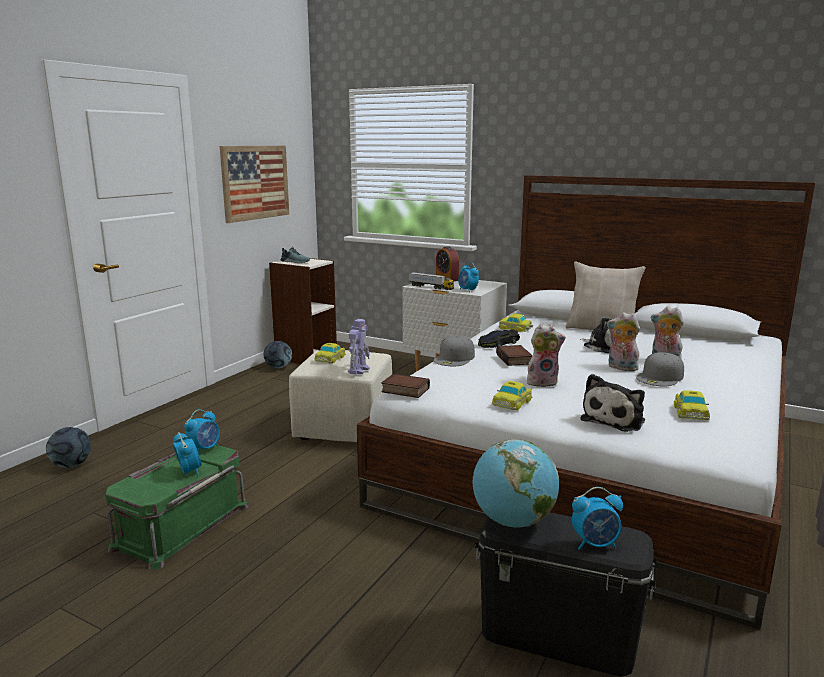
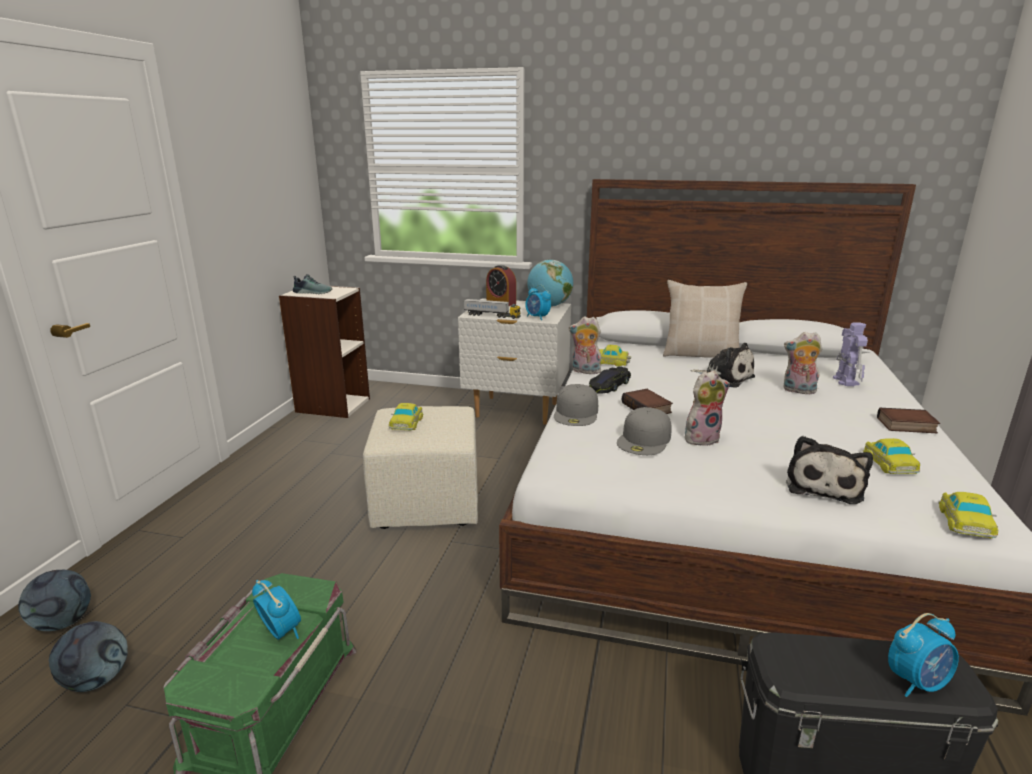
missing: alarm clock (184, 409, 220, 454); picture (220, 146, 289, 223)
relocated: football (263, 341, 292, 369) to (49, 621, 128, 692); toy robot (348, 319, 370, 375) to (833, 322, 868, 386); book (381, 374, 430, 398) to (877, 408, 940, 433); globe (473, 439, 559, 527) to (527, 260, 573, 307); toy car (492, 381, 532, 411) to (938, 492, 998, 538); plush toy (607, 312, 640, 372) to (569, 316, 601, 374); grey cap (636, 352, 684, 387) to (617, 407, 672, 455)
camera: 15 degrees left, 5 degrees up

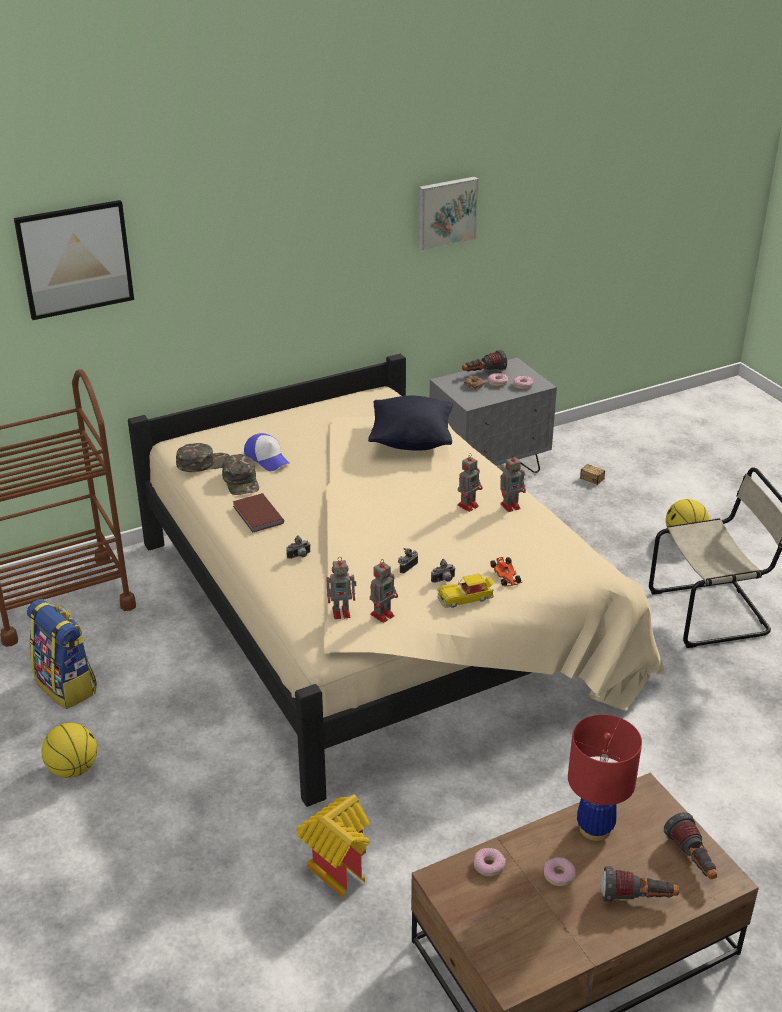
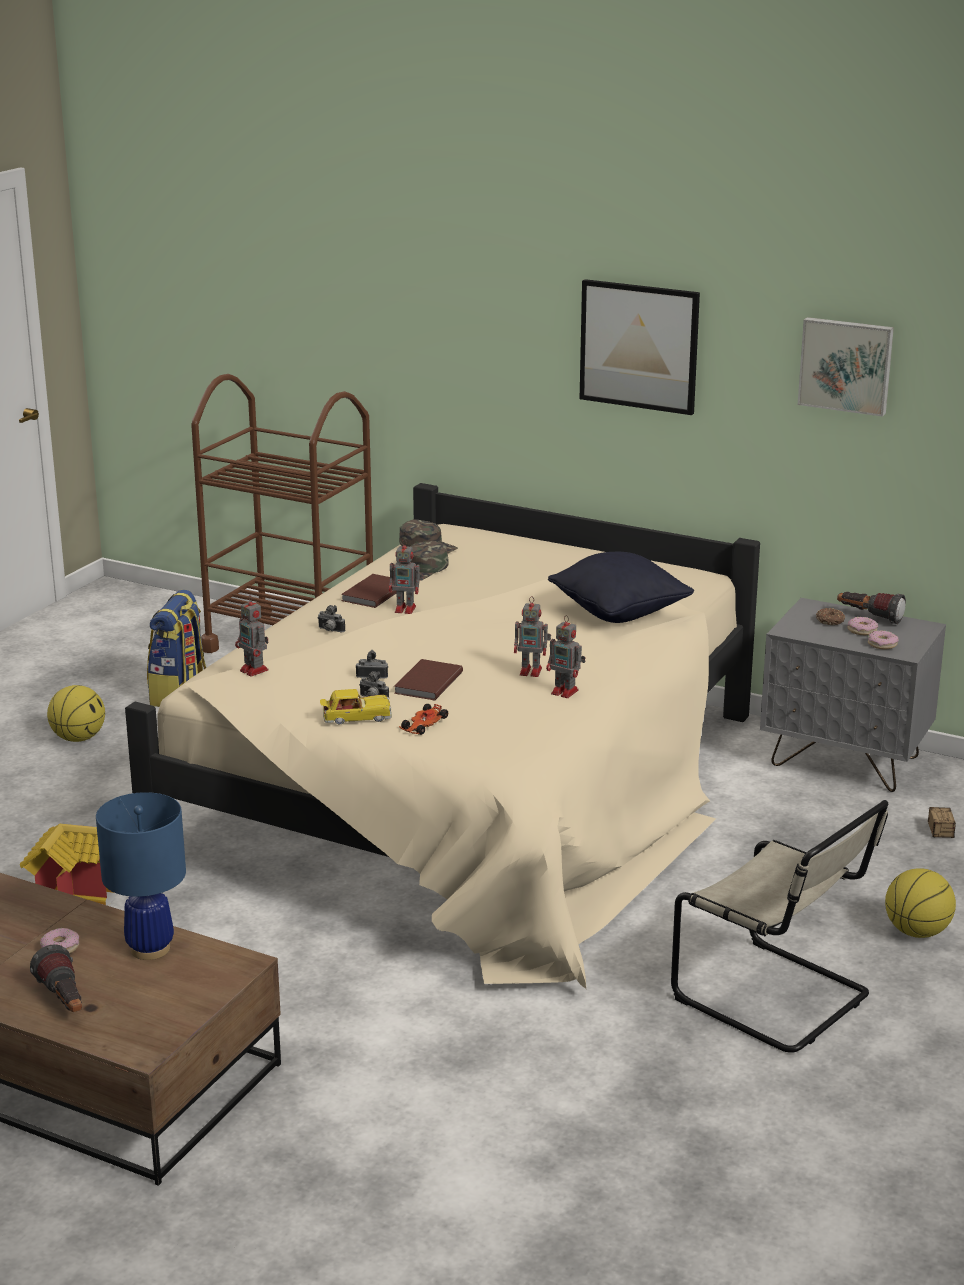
missing: cap (244, 433, 290, 471); donut (474, 848, 506, 877); flashlight (664, 812, 717, 879)
appeared: brown book (394, 659, 463, 701)
relocated: picture (14, 200, 134, 320) to (580, 279, 700, 415); toy robot (370, 559, 398, 623) to (389, 539, 423, 614)
colour: red table lamp (568, 714, 642, 841) to blue table lamp (96, 792, 186, 960)
spun: toy car (437, 574, 494, 608) = (320, 689, 392, 725) 135 degrees clockwise
camera: 55 degrees right, 10 degrees down

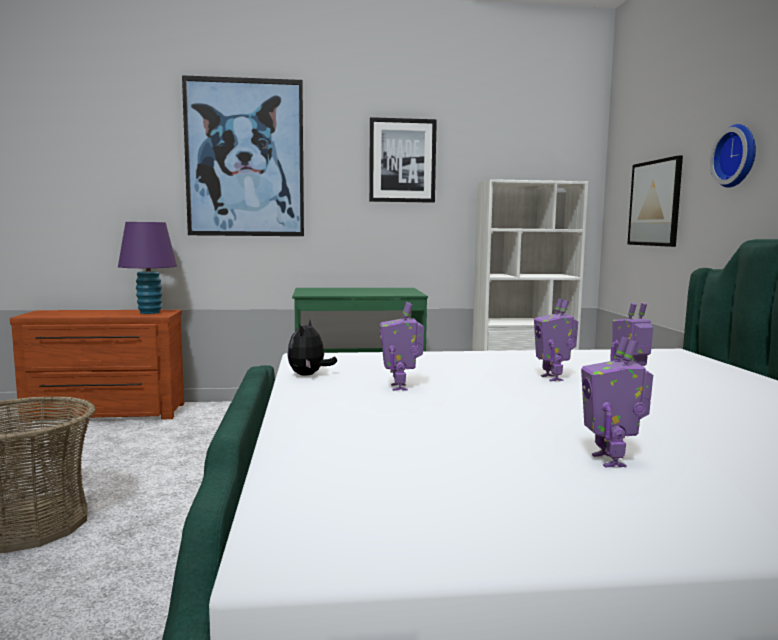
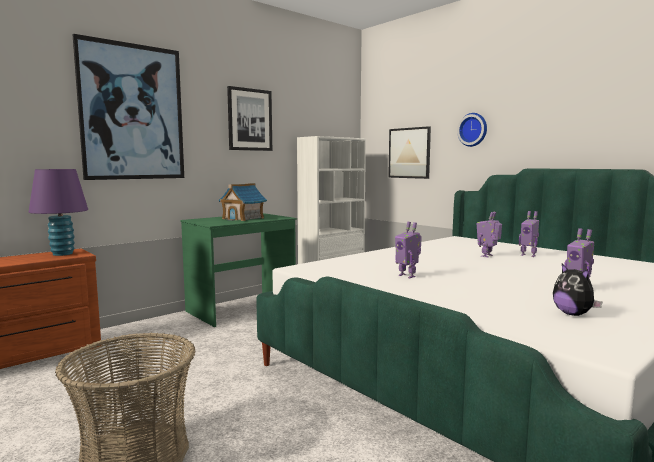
appeared: toy house (219, 183, 267, 221)
relocated: plush toy (287, 320, 337, 376) to (553, 264, 602, 316); toy robot (534, 298, 578, 381) to (519, 211, 539, 257)
camera: 35 degrees left, 0 degrees up

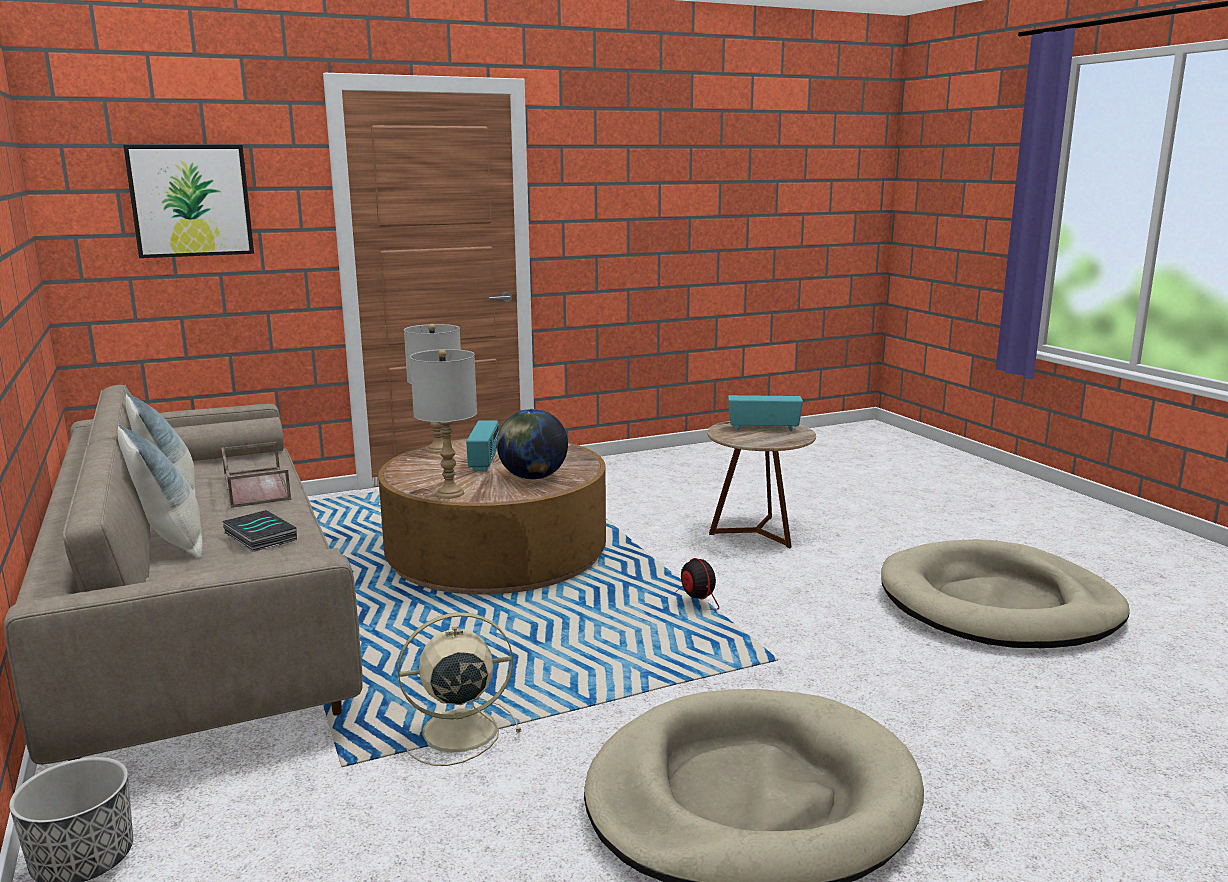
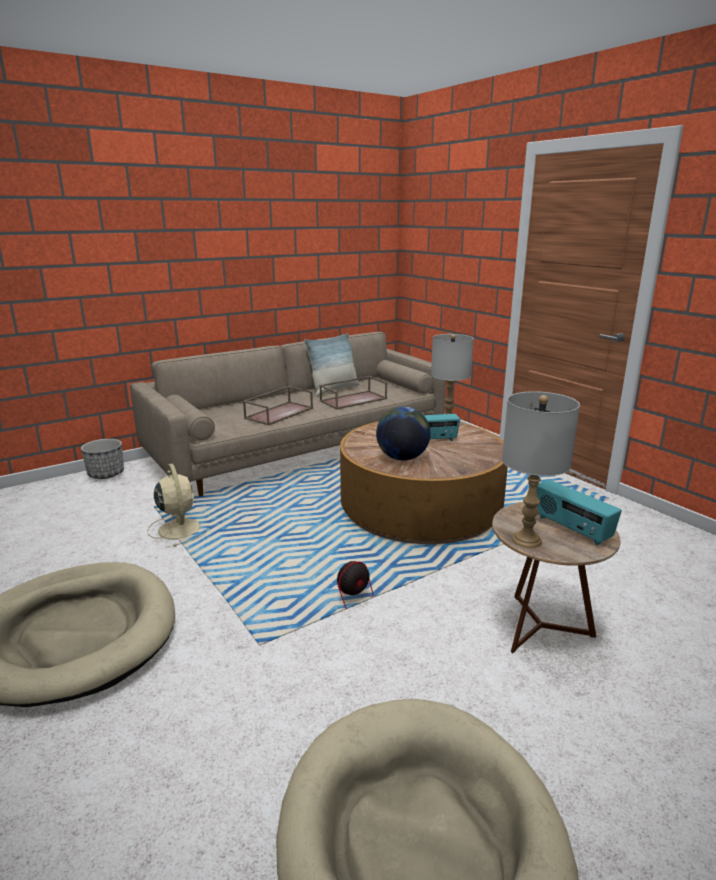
missing: pillow (118, 424, 203, 559); picture (123, 145, 254, 258)
relocated: grey table lamp (410, 349, 477, 498) to (502, 391, 580, 548)
exchanged: book (223, 510, 297, 552) to brown tray (243, 386, 313, 425)
spun: radio (728, 395, 803, 431) = (536, 480, 622, 546) 150 degrees clockwise
camera: 80 degrees right, 5 degrees up

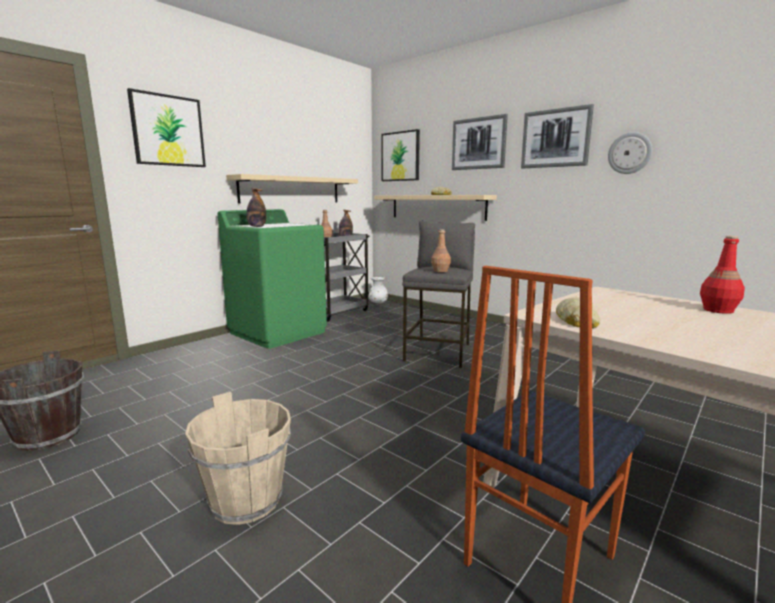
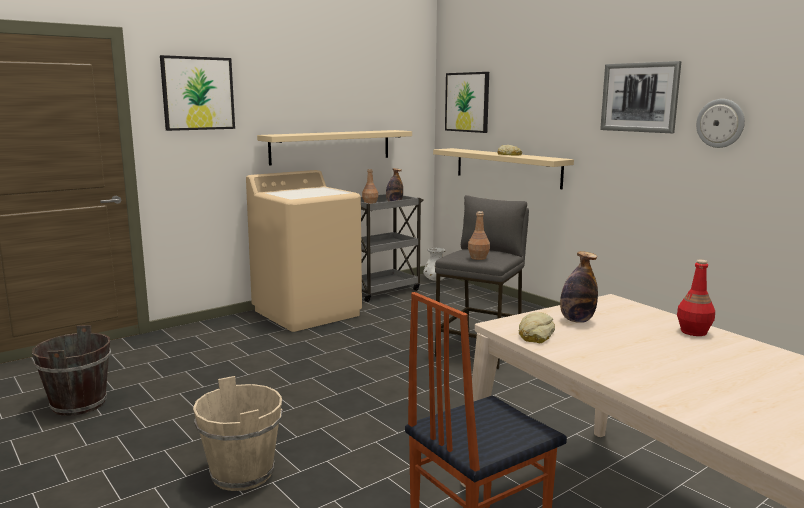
missing: picture (452, 114, 508, 170)
relocated: bottle (246, 188, 266, 227) to (560, 251, 598, 323)
colour: green washing machine (218, 209, 327, 349) to beige washing machine (246, 170, 362, 332)
camera: 10 degrees right, 0 degrees up

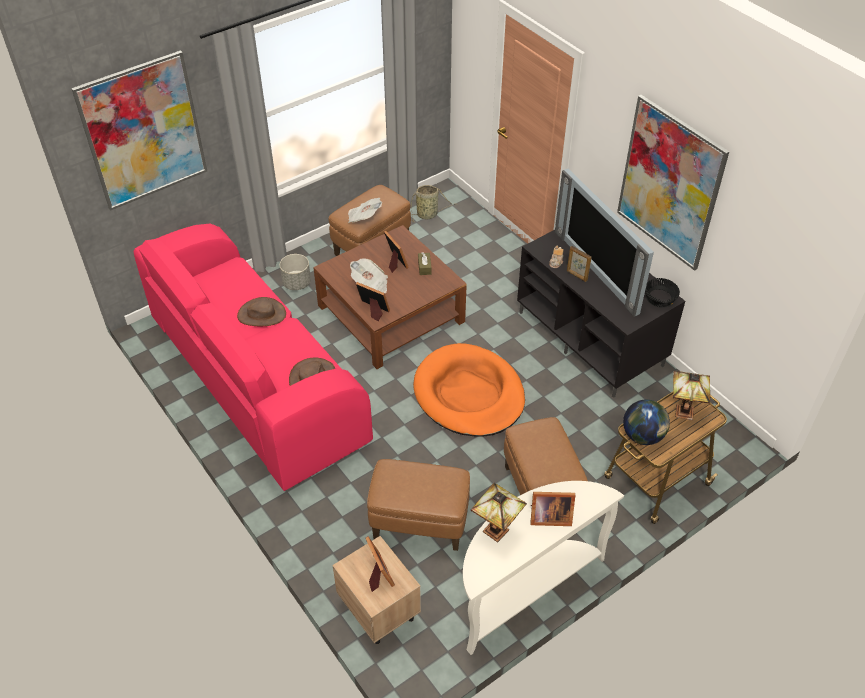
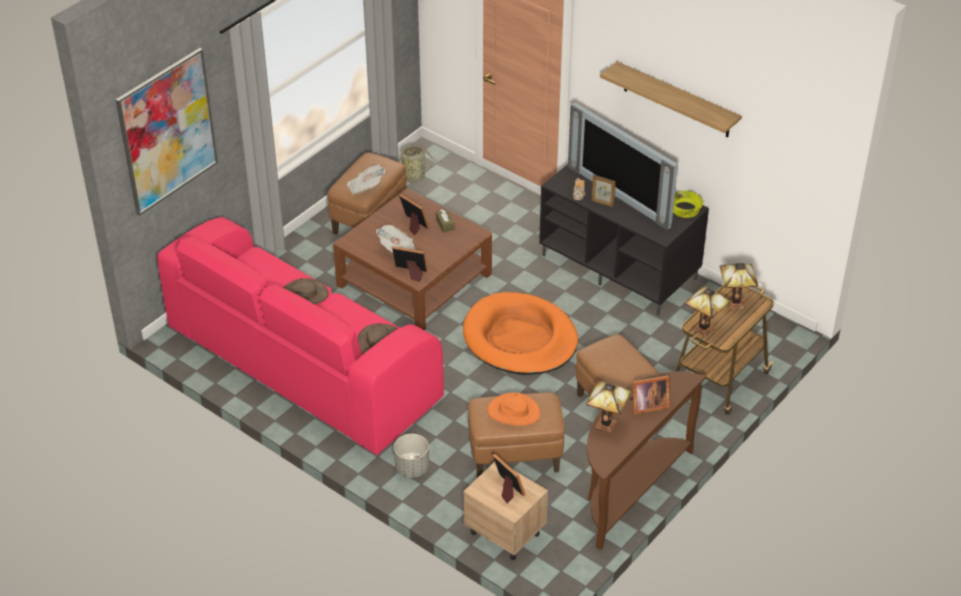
appeared: orange hat (487, 392, 540, 426)
relocated: grey planter (280, 254, 311, 290) to (394, 434, 429, 478)
exchanged: picture (617, 95, 729, 271) to shelf (600, 61, 742, 137); globe (623, 399, 670, 445) to table lamp (685, 286, 731, 337)
colour: white console table (463, 481, 624, 655) to brown console table (587, 371, 706, 550); black bowl (645, 278, 680, 308) to yellow bowl (673, 191, 703, 218)
camera: 15 degrees left, 5 degrees down

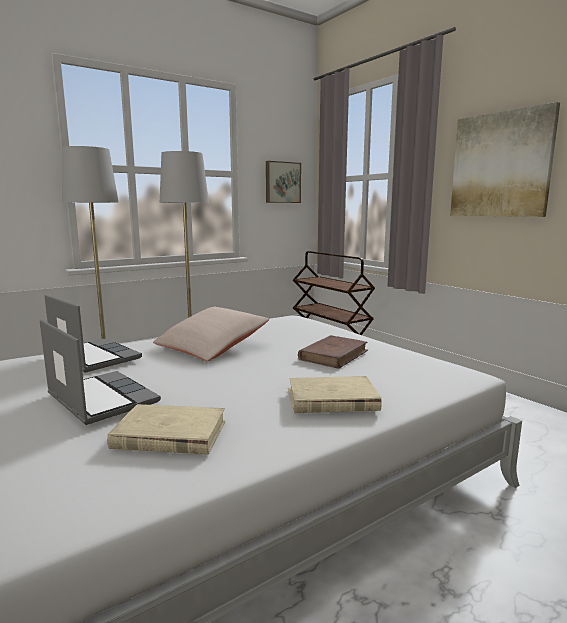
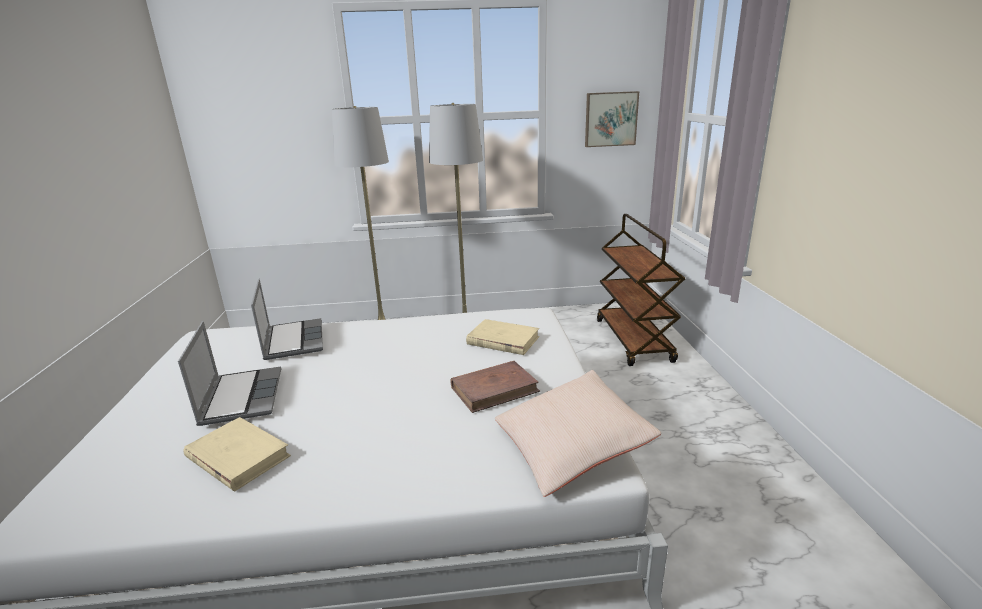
missing: picture (450, 102, 560, 217)
relocated: beige pillow (153, 307, 269, 361) to (495, 370, 661, 497); beige book (288, 376, 382, 413) to (466, 319, 539, 355)
camera: 30 degrees right, 10 degrees up

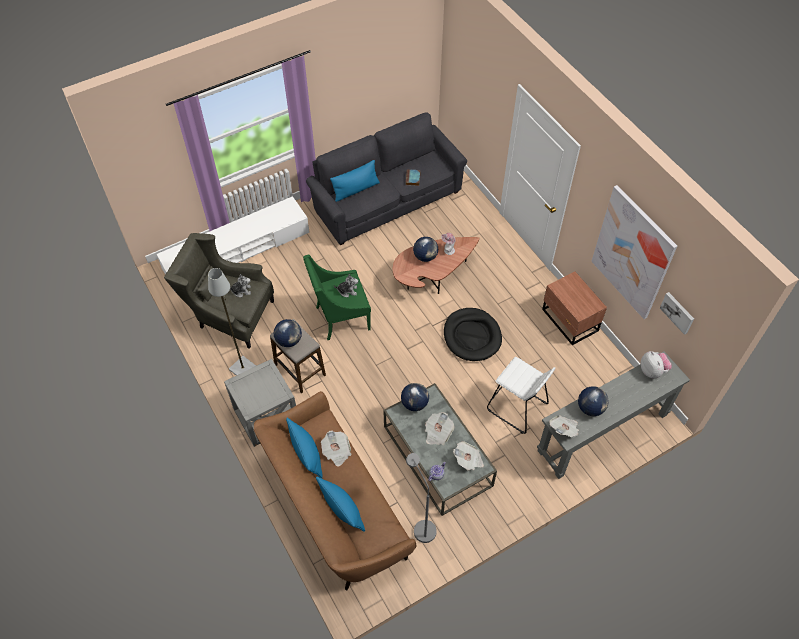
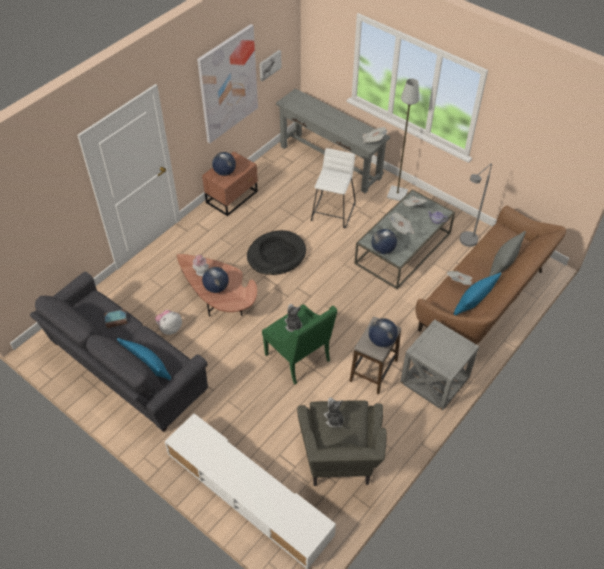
relocated: grey floor lamp (208, 268, 256, 376) to (387, 79, 419, 201); globe (578, 386, 609, 416) to (212, 152, 236, 176); plush toy (641, 351, 672, 379) to (155, 310, 182, 335)
colour: blue pillow (316, 477, 365, 532) to grey pillow (489, 231, 526, 277)
camera: 110 degrees left, 5 degrees down

